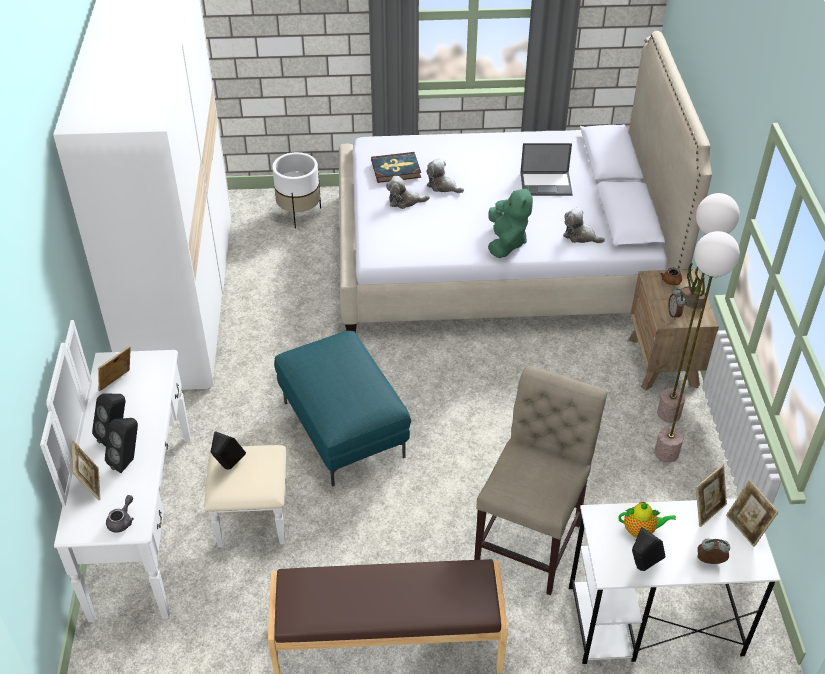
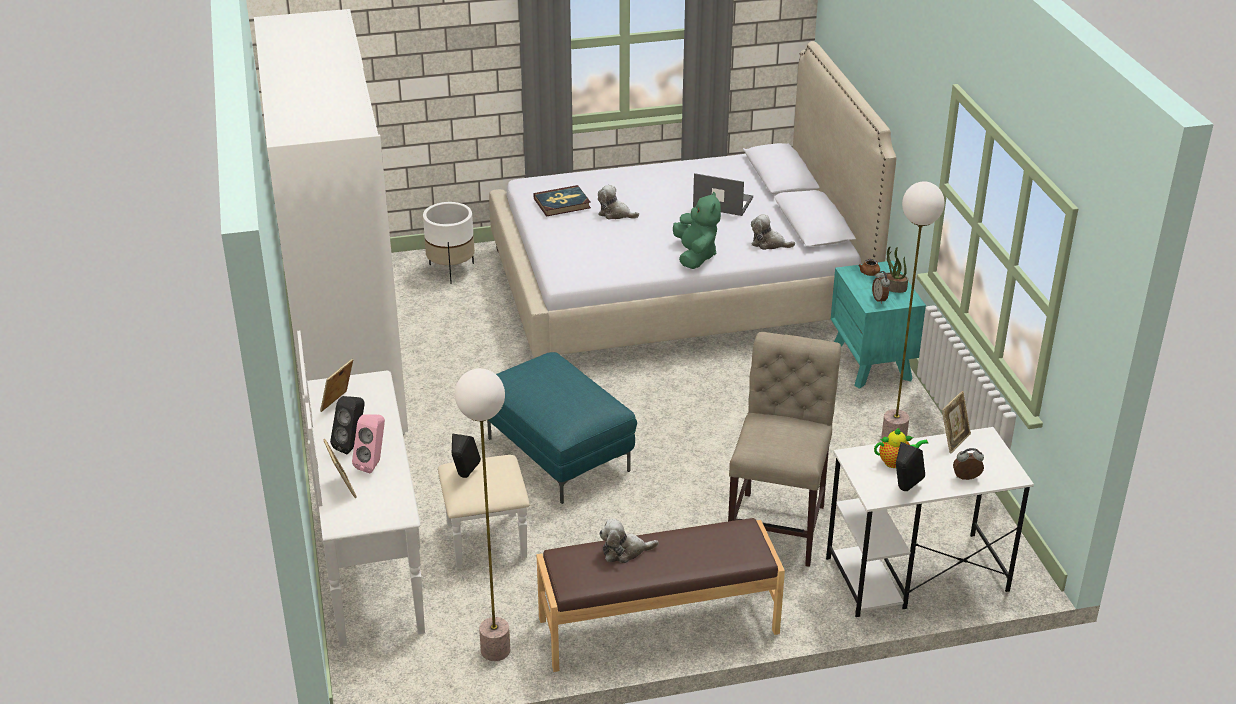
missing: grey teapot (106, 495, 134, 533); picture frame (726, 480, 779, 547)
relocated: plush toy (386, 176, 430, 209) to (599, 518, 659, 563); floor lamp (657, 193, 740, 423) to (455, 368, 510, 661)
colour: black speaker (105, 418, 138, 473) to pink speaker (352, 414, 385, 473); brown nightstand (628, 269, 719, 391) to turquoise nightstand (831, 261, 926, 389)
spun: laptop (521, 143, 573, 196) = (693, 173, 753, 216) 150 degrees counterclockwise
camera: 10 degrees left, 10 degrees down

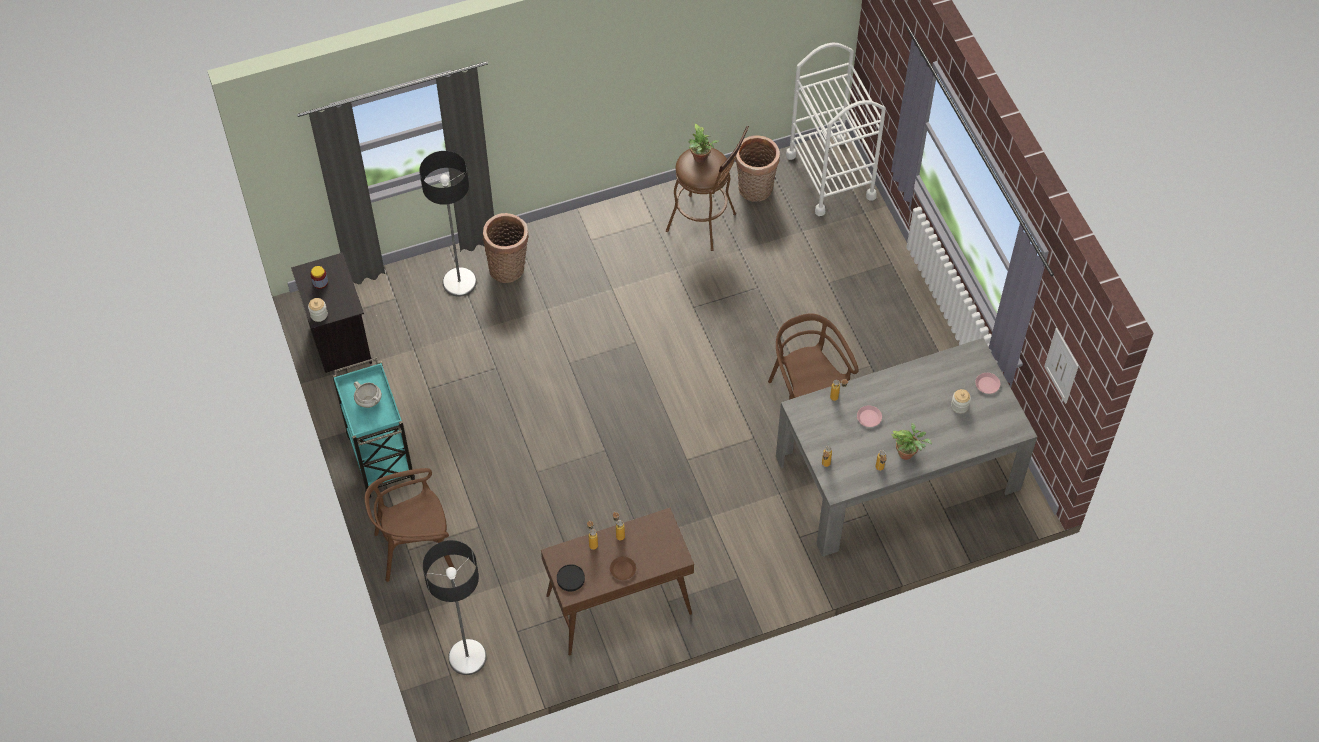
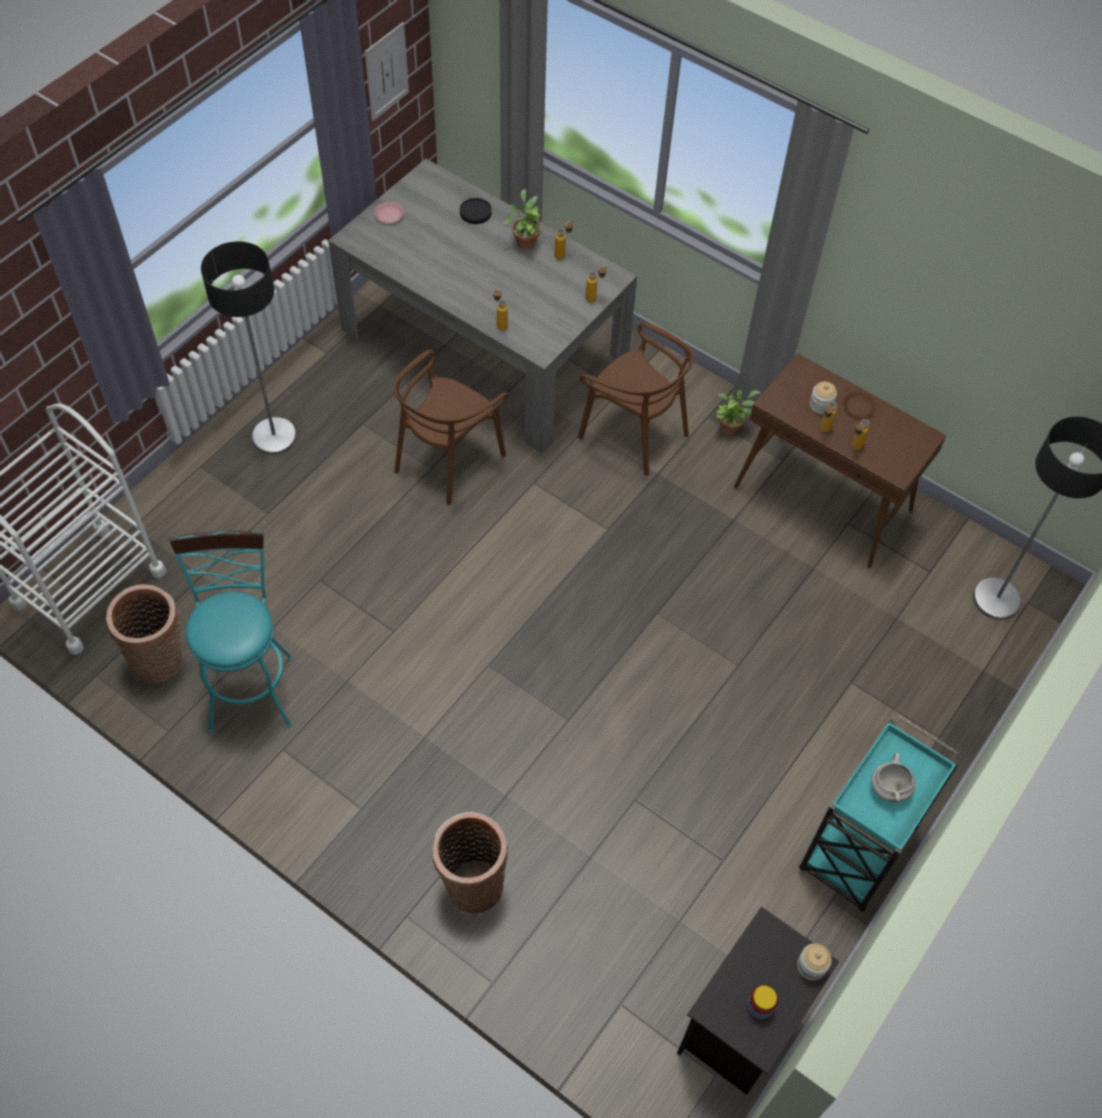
missing: pink plate (857, 405, 882, 427)
relocated: brown chair (365, 468, 455, 582) to (578, 322, 694, 476); floor lamp (419, 151, 477, 297) to (201, 241, 297, 455); black plate (557, 564, 585, 592) to (460, 198, 492, 224); potted plant (689, 124, 719, 162) to (716, 390, 761, 435); jar (951, 389, 971, 414) to (810, 381, 837, 415)
colour: brown stool (666, 126, 749, 251) to turquoise stool (169, 531, 292, 733)
camera: 125 degrees left, 0 degrees up

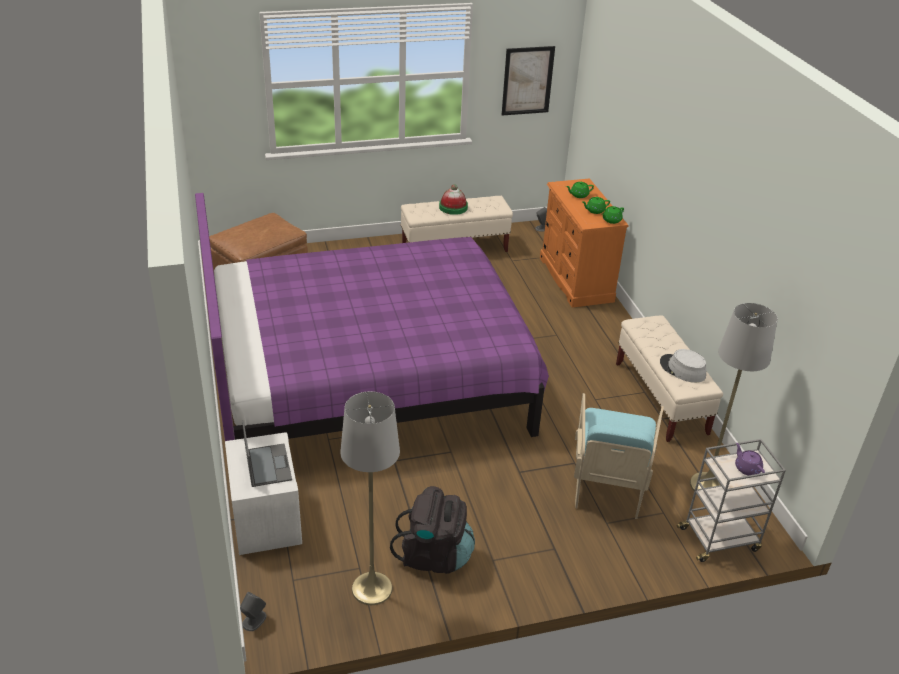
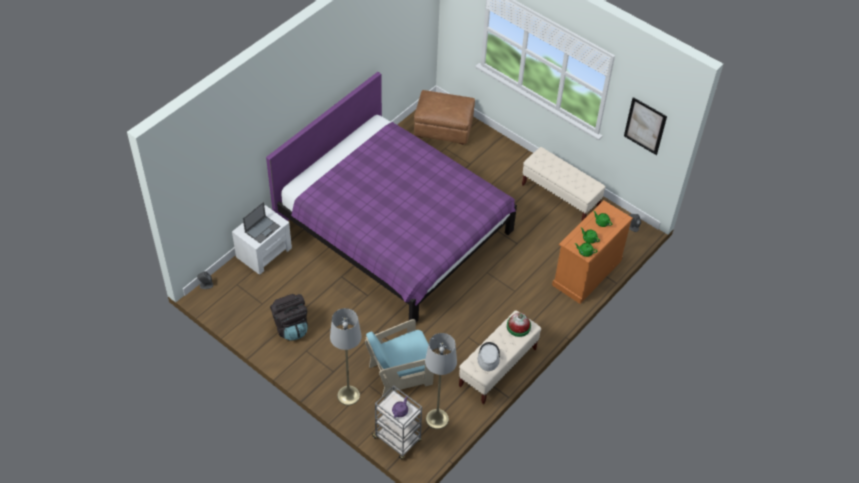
relocated: grey floor lamp (340, 391, 400, 605) to (330, 308, 362, 406); hat (439, 184, 468, 215) to (507, 313, 531, 337)
camera: 55 degrees right, 15 degrees up

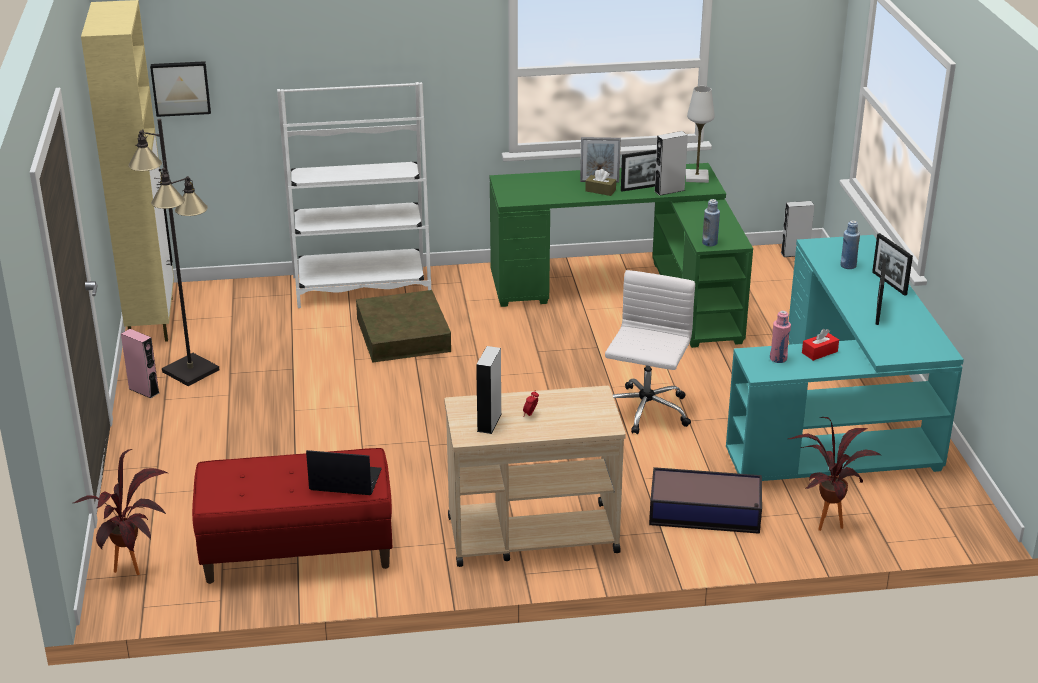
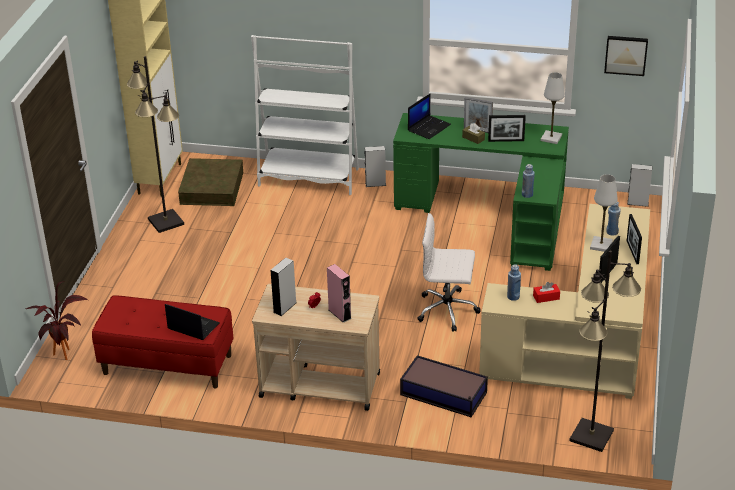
missing: potted plant (788, 417, 882, 531)
appeared: laptop (408, 93, 451, 139); black floor lamp (569, 250, 641, 452); white table lamp (590, 174, 618, 252)
relocated: pink speaker (121, 329, 159, 398) to (327, 264, 351, 323); picture (150, 61, 211, 117) to (604, 36, 648, 76); brown storage box (356, 290, 451, 363) to (178, 158, 243, 206); grey speaker (654, 131, 688, 196) to (365, 146, 386, 187)
colour: turquoise desk (726, 235, 964, 481) to beige desk (479, 204, 650, 399); pink bottle (770, 311, 791, 363) to blue bottle (507, 264, 521, 301)
spun: white office chair (605, 270, 695, 434) = (417, 213, 481, 332) 120 degrees counterclockwise
camera: 20 degrees right, 5 degrees up

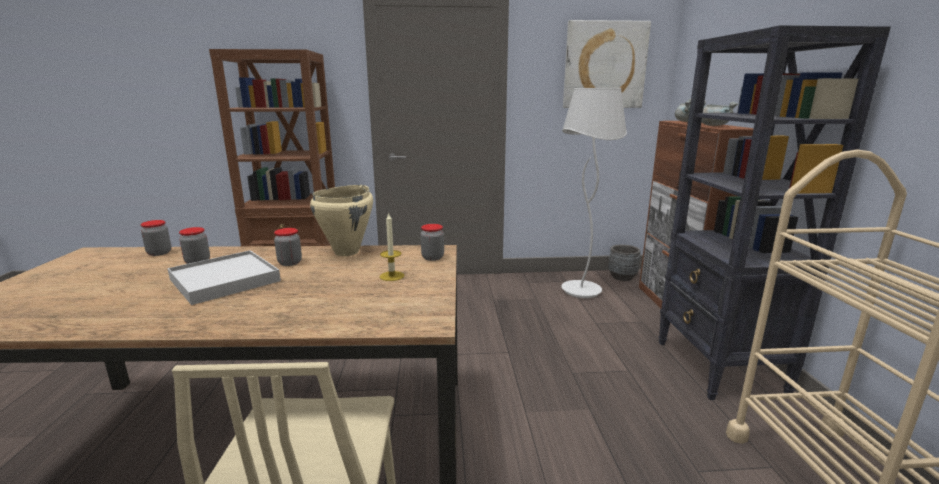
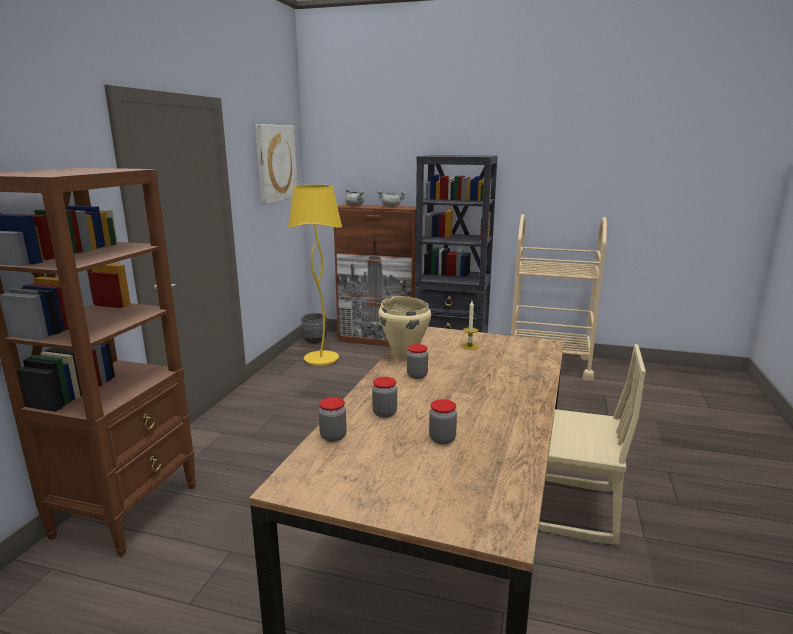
missing: white tray (167, 250, 281, 305)
relocated: jar (421, 224, 444, 261) to (429, 399, 457, 445)
colour: white floor lamp (561, 88, 627, 298) to yellow floor lamp (288, 185, 342, 366)
camera: 70 degrees left, 0 degrees up

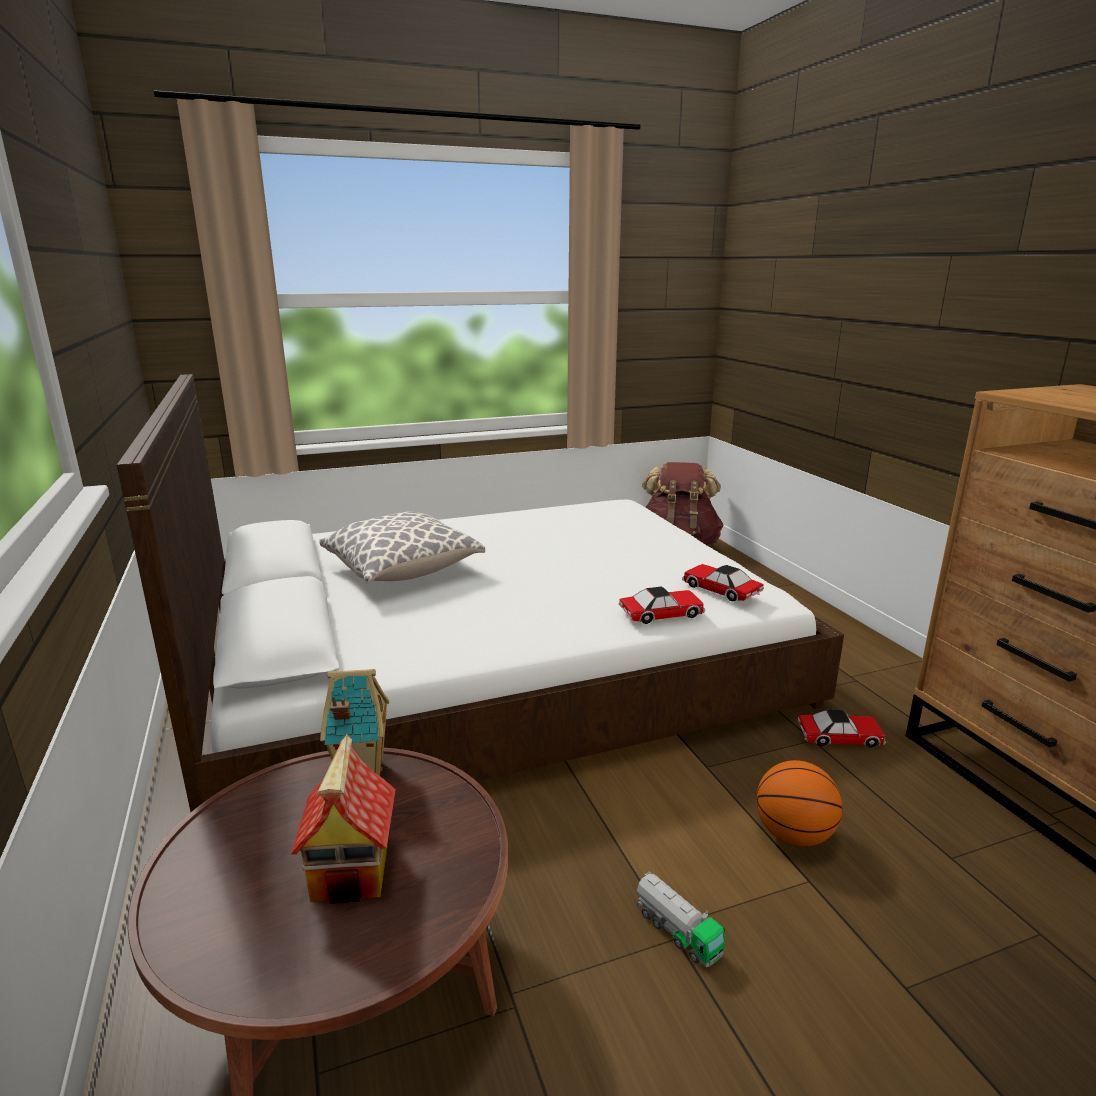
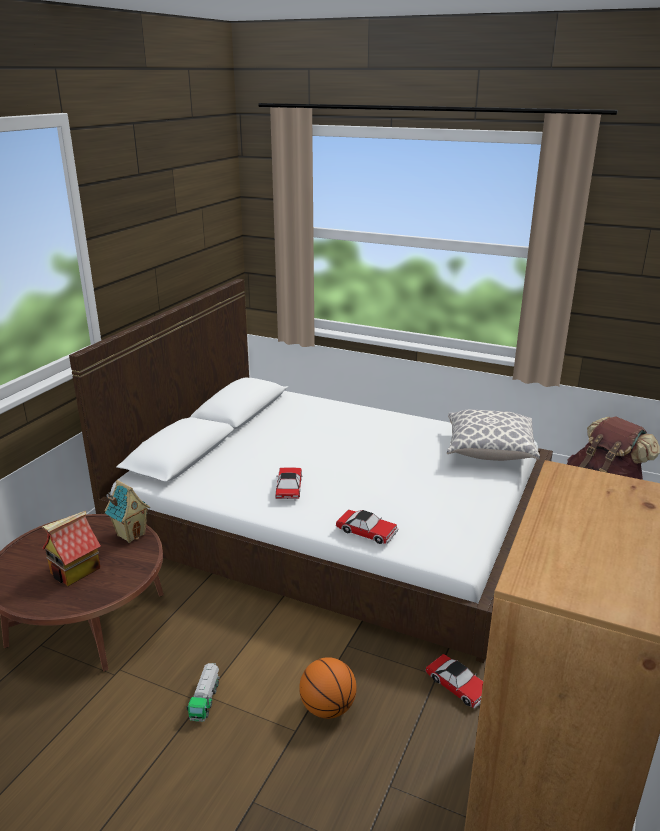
relocated: pillow (319, 512, 485, 584) to (447, 409, 540, 461); toy car (682, 564, 764, 601) to (275, 468, 303, 500)
camera: 45 degrees right, 5 degrees up

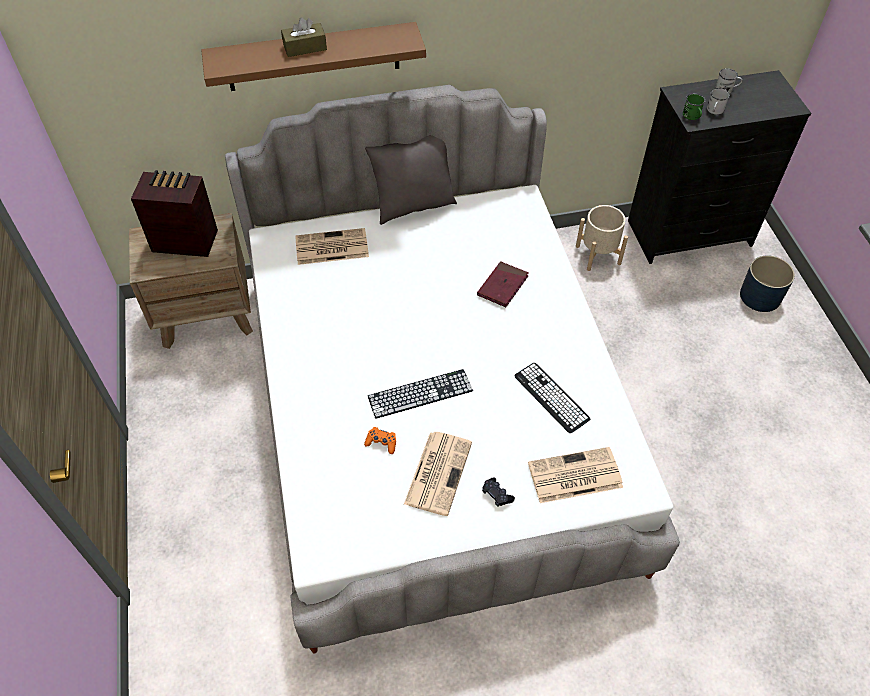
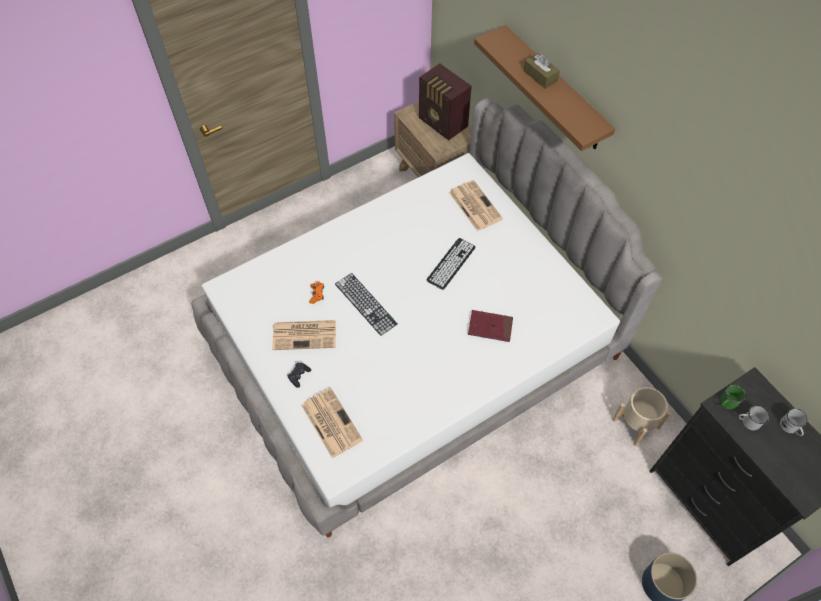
missing: grey pillow (365, 135, 457, 225)
relocated: keyboard (515, 363, 590, 433) to (427, 238, 475, 290)
spun: radio (131, 170, 218, 257) = (419, 63, 472, 140) 150 degrees clockwise
camera: 70 degrees right, 5 degrees up

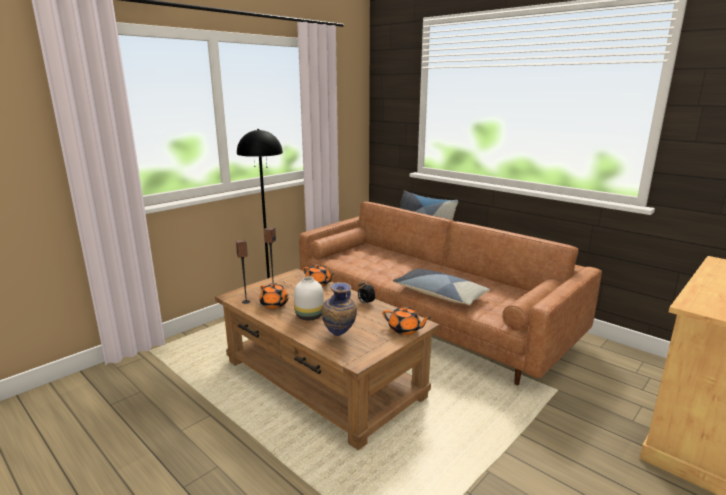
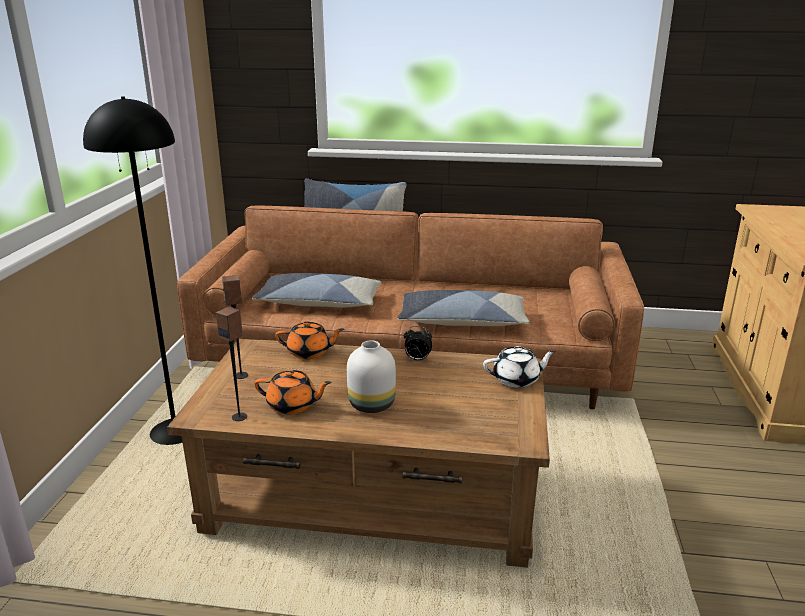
missing: vase (321, 282, 357, 336)
appeared: pillow (252, 273, 382, 307)
colour: orange teapot (383, 307, 431, 335) to white teapot (483, 346, 556, 388)
camera: 35 degrees left, 5 degrees up

